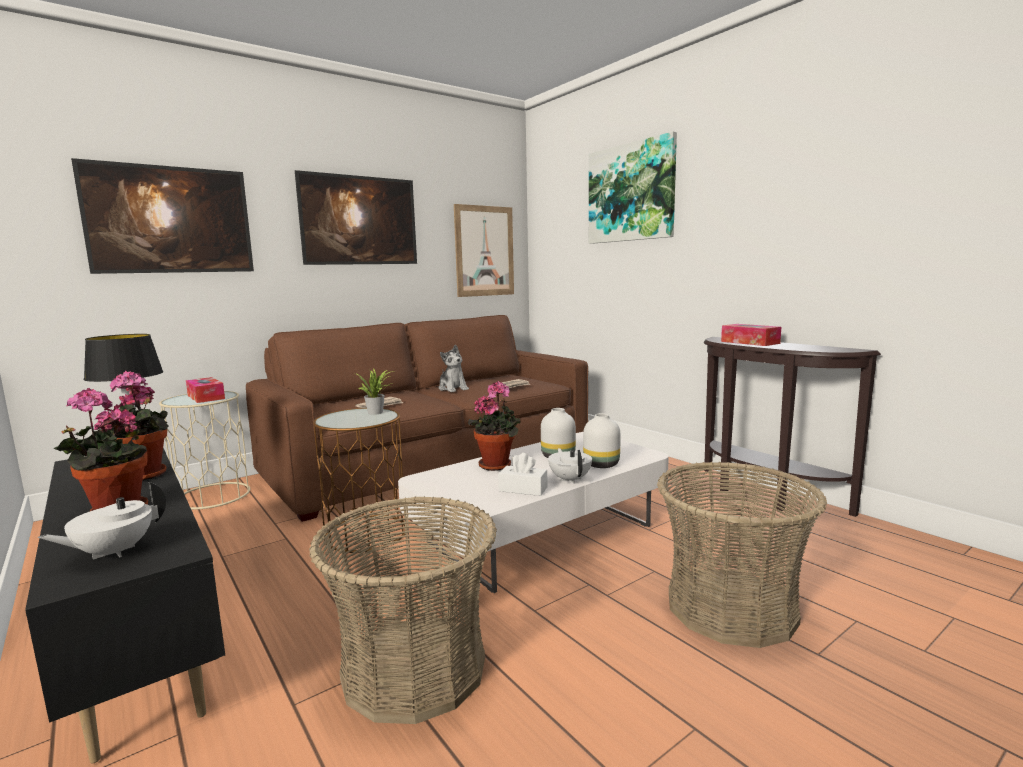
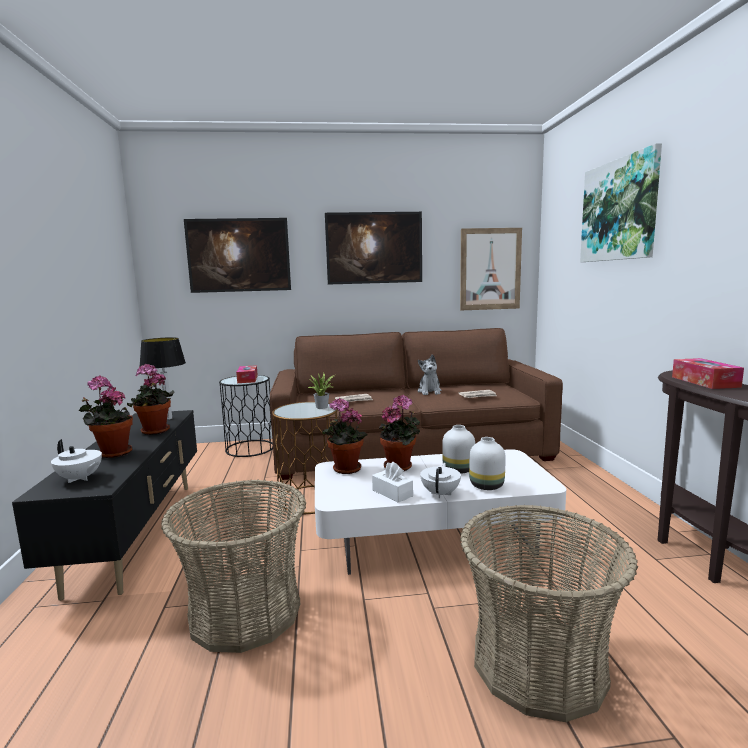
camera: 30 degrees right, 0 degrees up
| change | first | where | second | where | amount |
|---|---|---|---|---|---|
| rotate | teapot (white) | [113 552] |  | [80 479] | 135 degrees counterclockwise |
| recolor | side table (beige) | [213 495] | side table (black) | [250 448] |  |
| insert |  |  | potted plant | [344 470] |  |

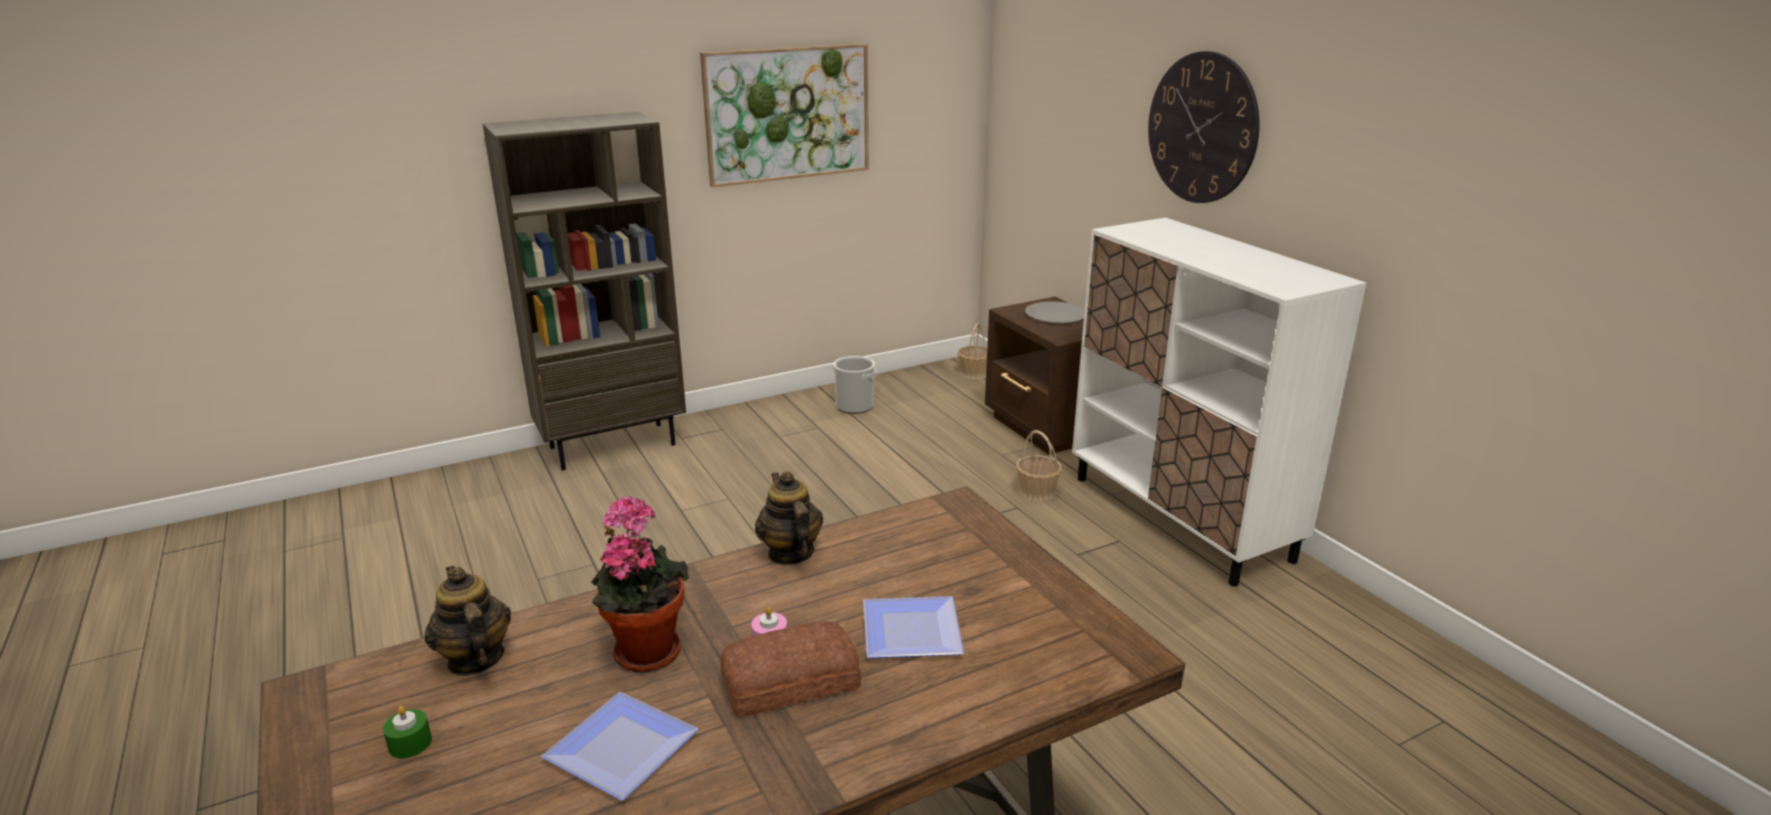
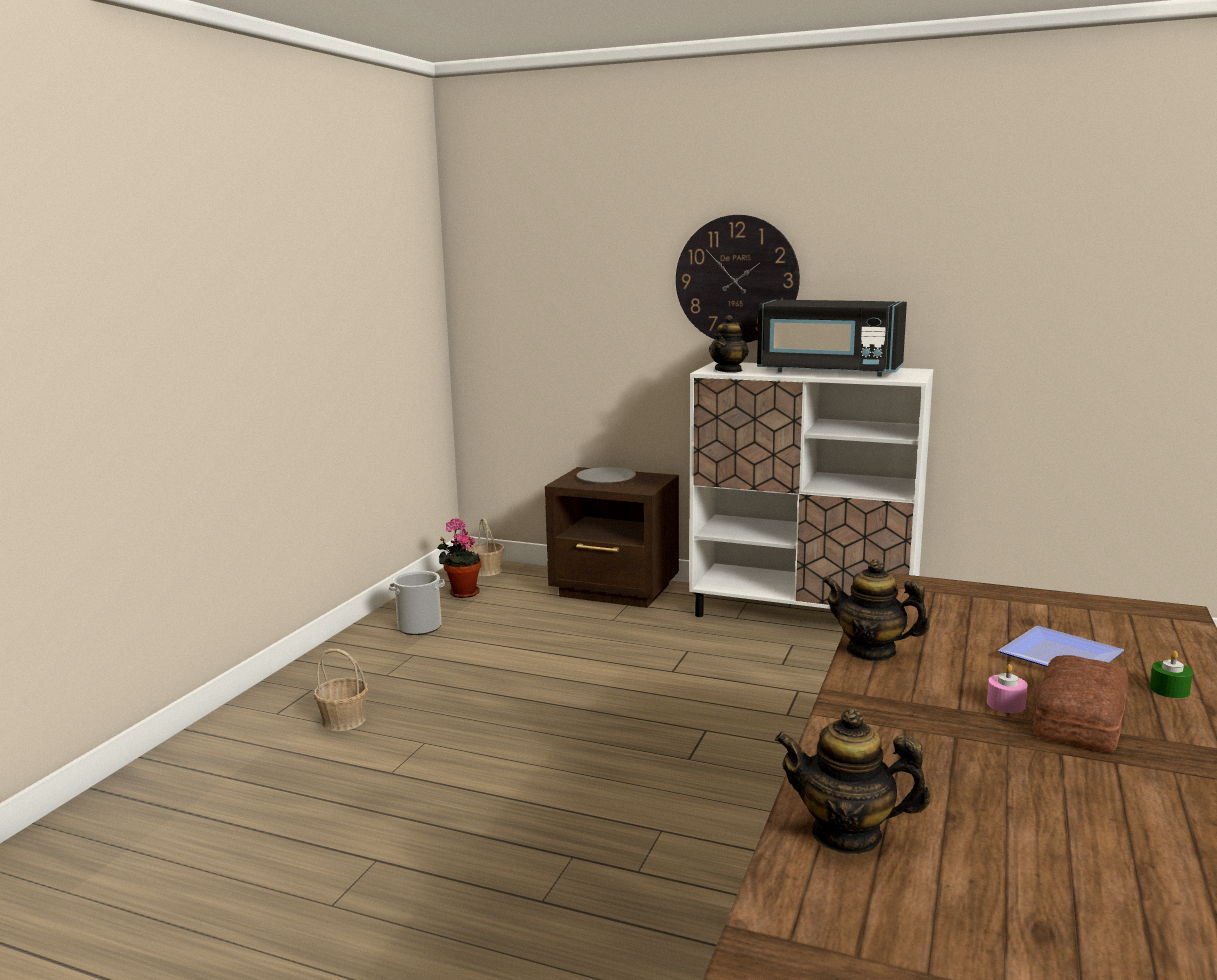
camera: 40 degrees left, 10 degrees down
| change | first | where | second | where | amount |
|---|---|---|---|---|---|
| move | candle (green) | [410 743] |  | [1169 690] |  |
| delete | bookcase (brown) | [613 445] |  |  |  |
| delete | plate | [627 748] |  |  |  |
| move | potted plant | [645 649] |  | [462 593] |  |
| delete | picture | [787 114] |  |  |  |
| move | basket | [1037 492] |  | [344 720] |  |
| insert |  |  | teapot | [729 370] |  |
| insert |  |  | microwave (black) | [828 371] |  |

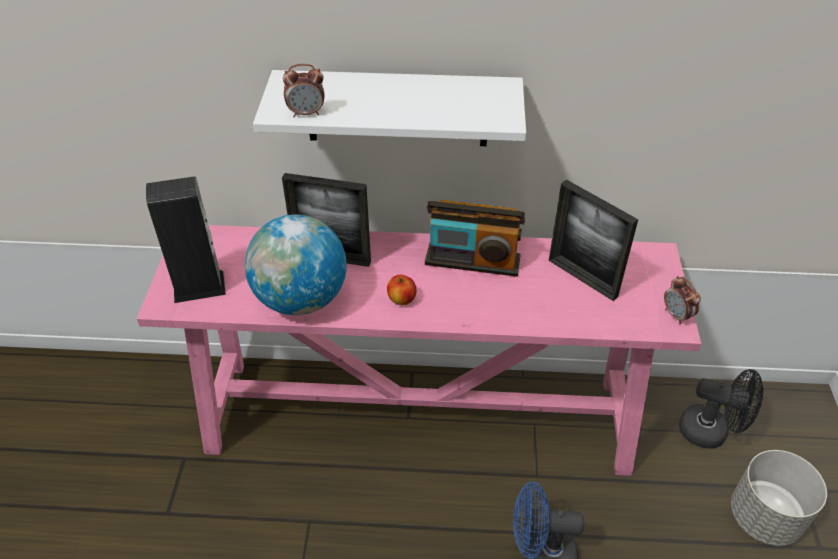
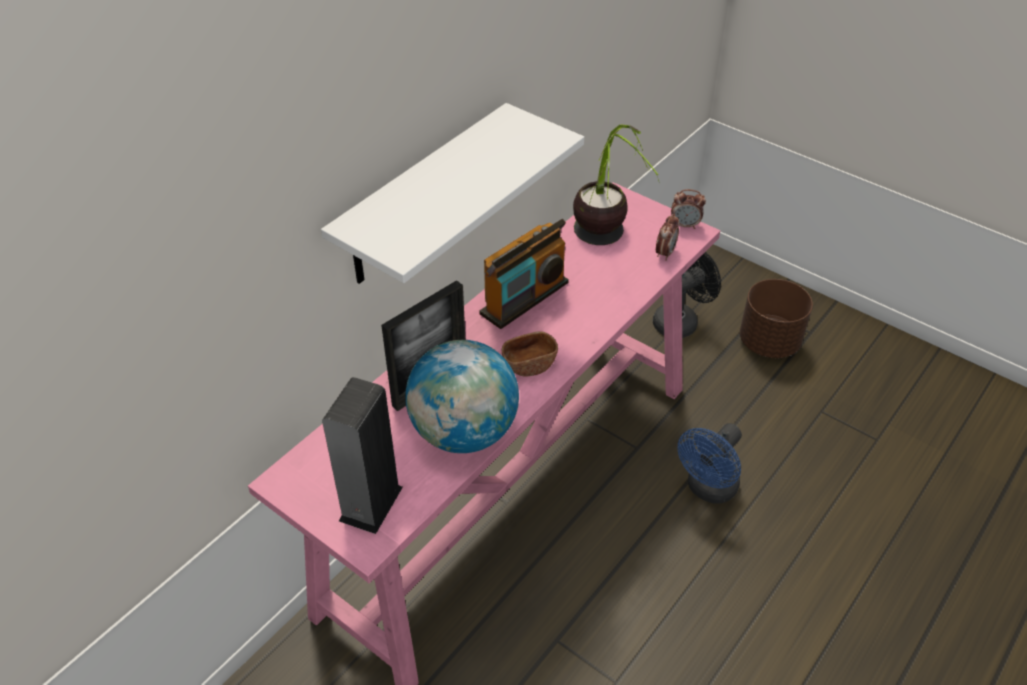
camera: 55 degrees left, 0 degrees up
| change | first | where | second | where | amount |
|---|---|---|---|---|---|
| move | alarm clock | [306 113] |  | [665 253] |  |
| replace | apple | [402 299] | bowl (brown) | [529 365] |  |
| replace | picture frame | [582 278] | potted plant | [604 249] |  |
| recolor | planter (grey) | [765 517] | planter (brown) | [769 342] |  |

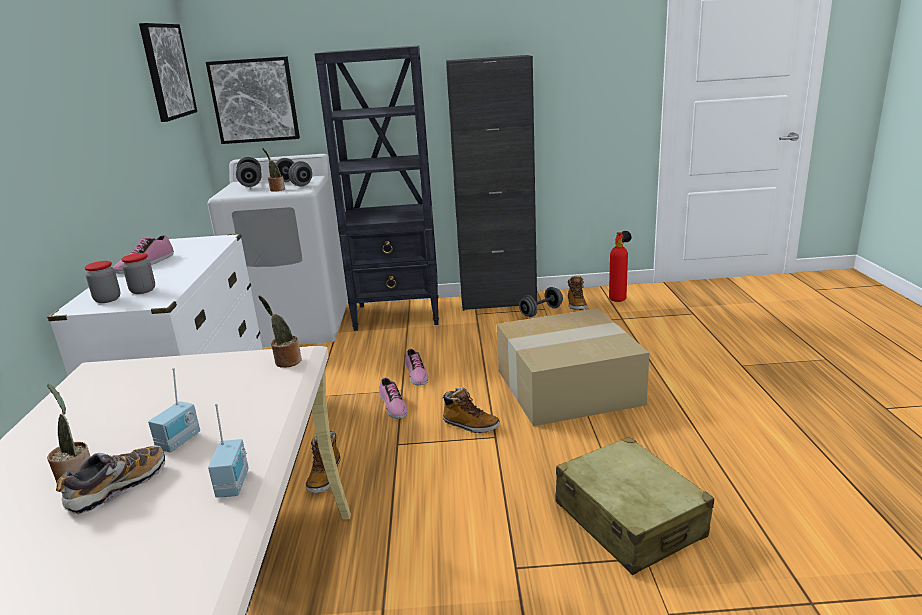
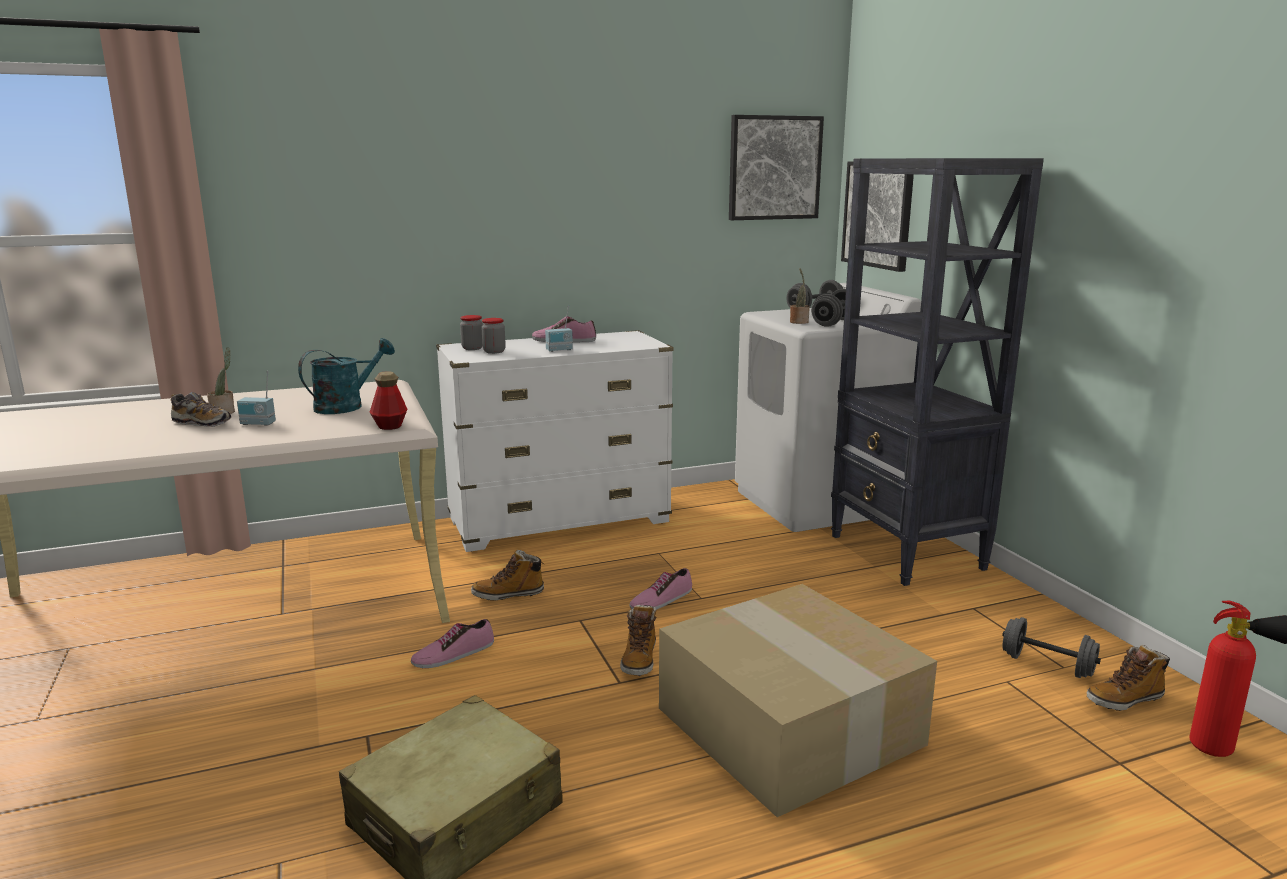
camera: 70 degrees right, 5 degrees down
| change | first | where | second | where | amount |
|---|---|---|---|---|---|
| move | radio | [235 484] |  | [559 350] |  |
| replace | potted plant | [286 361] | bottle | [389 426] |  |
| move | shoe | [415 374] |  | [453 654] |  |
| delete | cabinet (black) | [498 302] |  |  |  |
| insert |  |  | watering can (turquoise) | [346 406] |  |

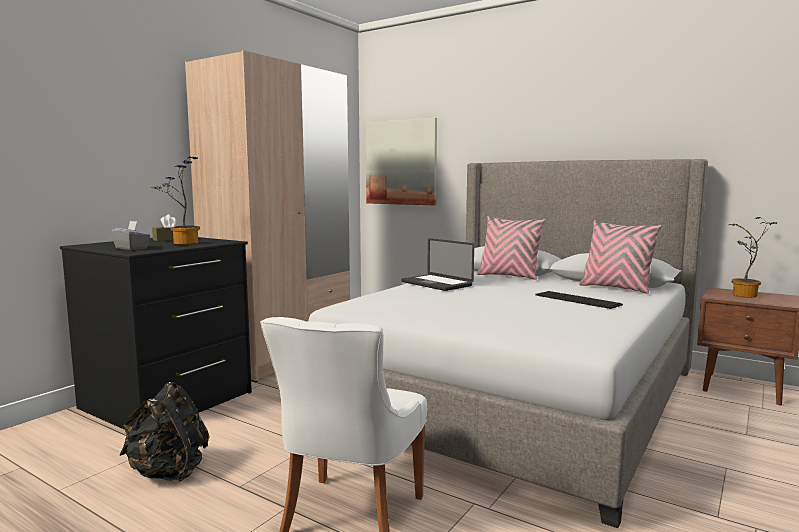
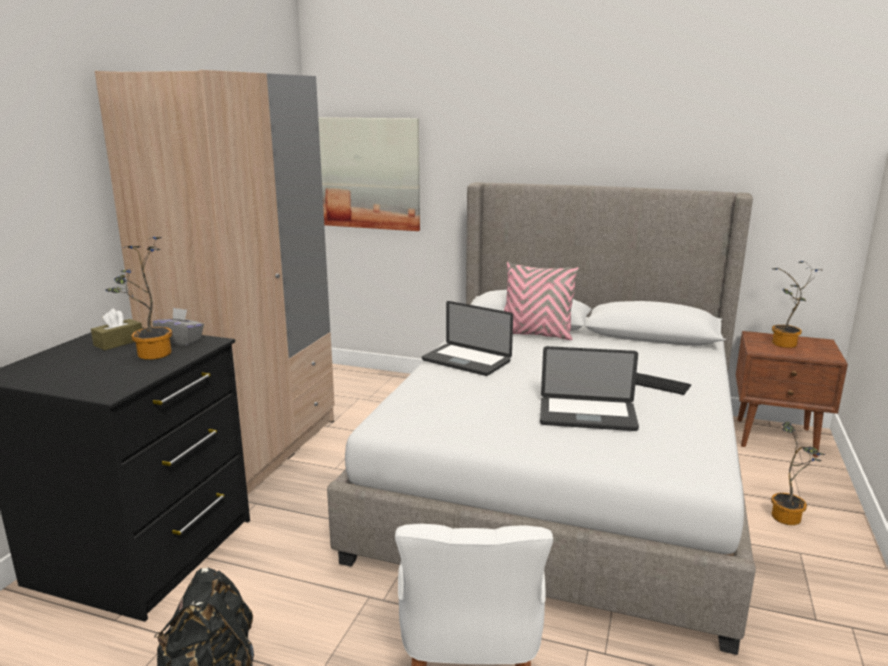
camera: 15 degrees left, 10 degrees up
| change | first | where | second | where | amount |
|---|---|---|---|---|---|
| move | tissue box (grey) | [132 248] |  | [181 341] |  |
| delete | pillow (pink) | [616 288] |  |  |  |
| insert |  |  | laptop | [587 415] |  |
| insert |  |  | potted plant | [789 517] |  |

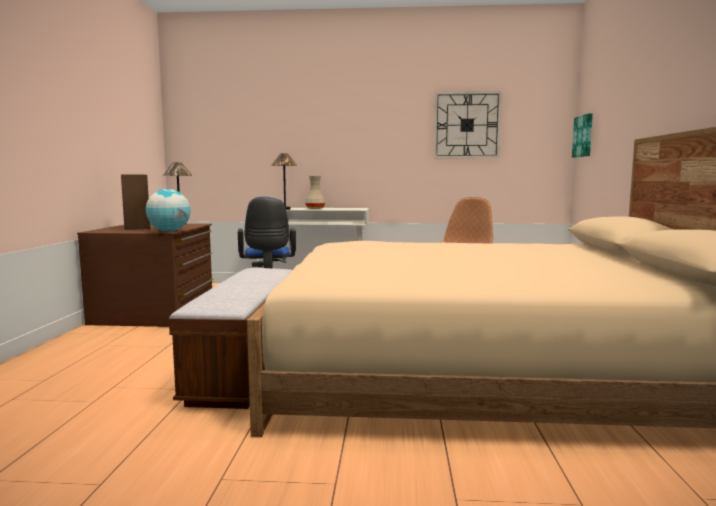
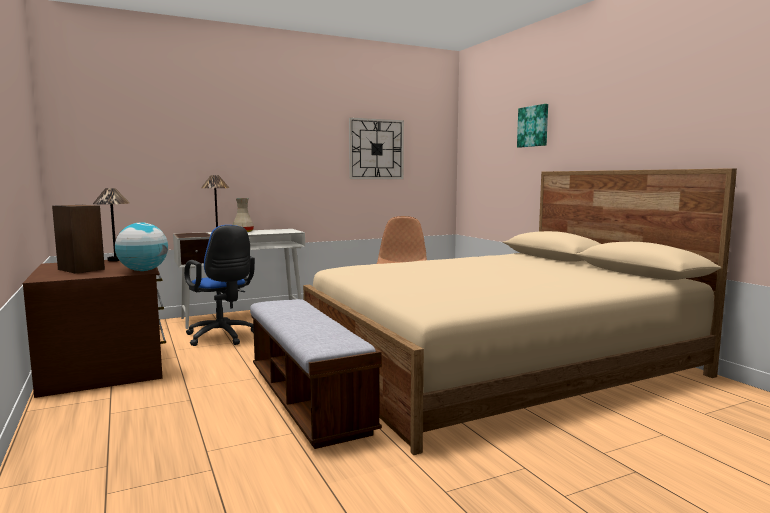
camera: 30 degrees left, 0 degrees up
| change | first | where | second | where | amount |
|---|---|---|---|---|---|
| move | picture | [584 136] |  | [533 126] |  |

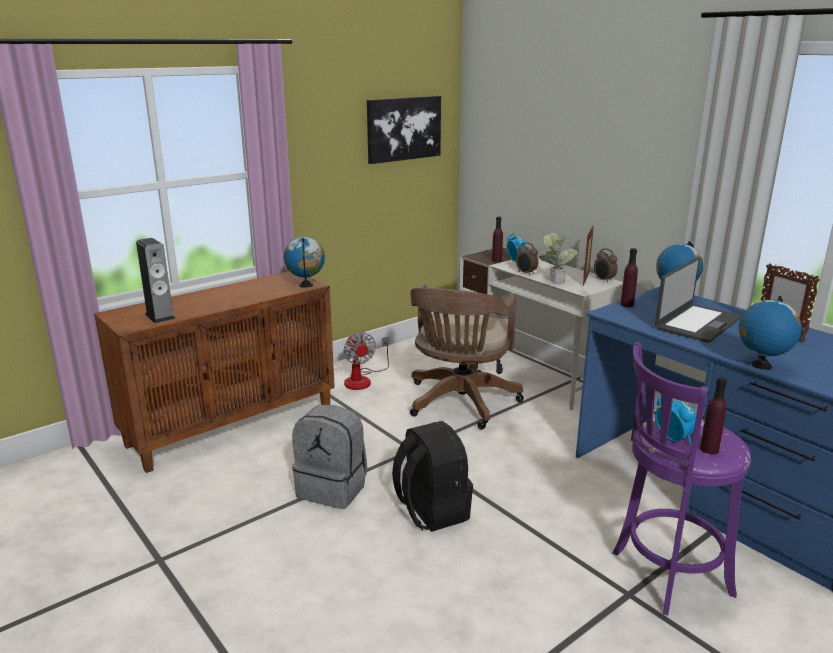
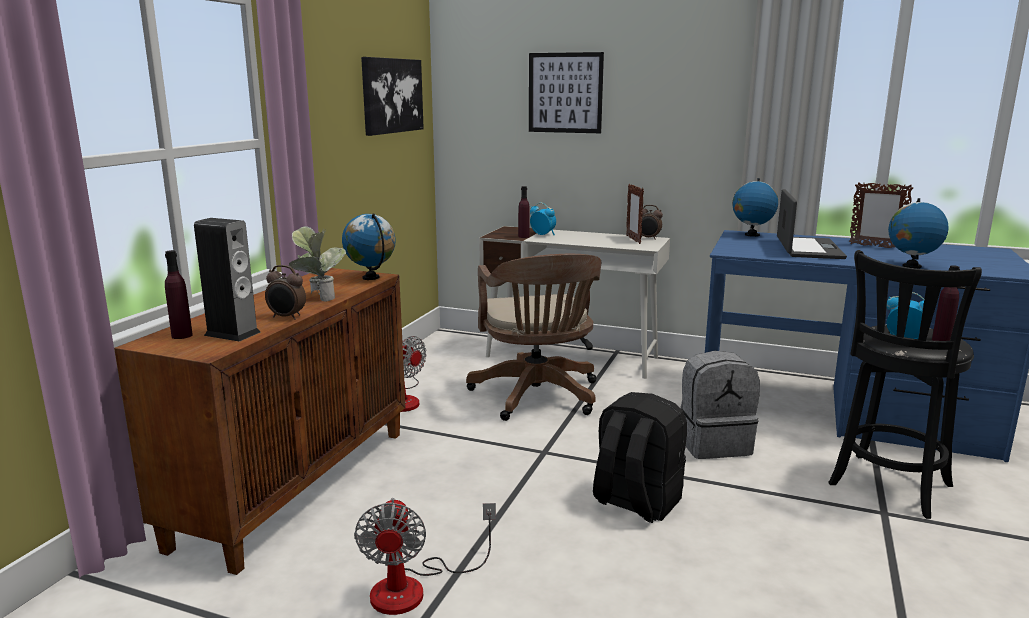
camera: 30 degrees left, 5 degrees down
| change | first | where | second | where | amount |
|---|---|---|---|---|---|
| move | backpack (grey) | [333 488] |  | [713 444] |  |
| move | alarm clock | [525 273] |  | [287 317] |  |
| move | potted plant | [554 281] |  | [318 298] |  |
| recolor | stool (purple) | [665 575] | stool (black) | [888 487] |  |
| move | bottle (purple) | [627 304] |  | [182 335] |  |
| insert |  |  | fan | [414 587] |  |
| insert |  |  | picture | [565 93] |  |

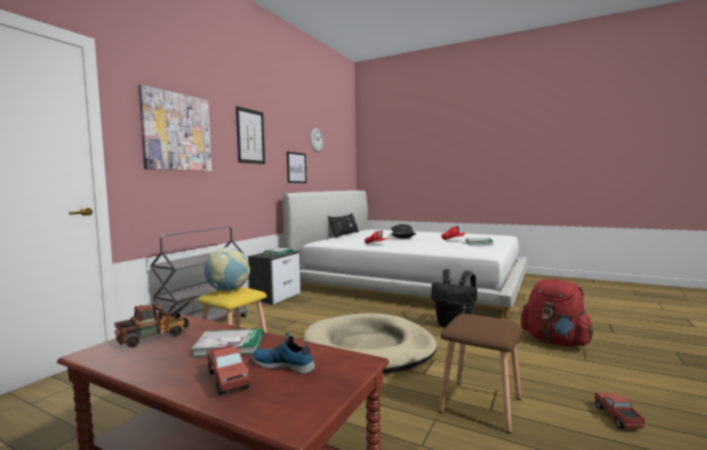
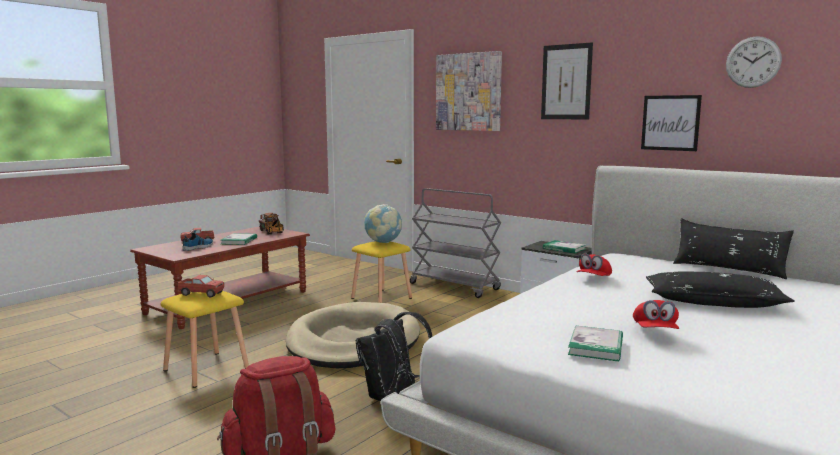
camera: 100 degrees right, 5 degrees up
| change | first | where | second | where | amount |
|---|---|---|---|---|---|
| recolor | stool (brown) | [479 405] | stool (yellow) | [207 368] |  |
| move | toy truck | [617 418] |  | [201 294] |  |

